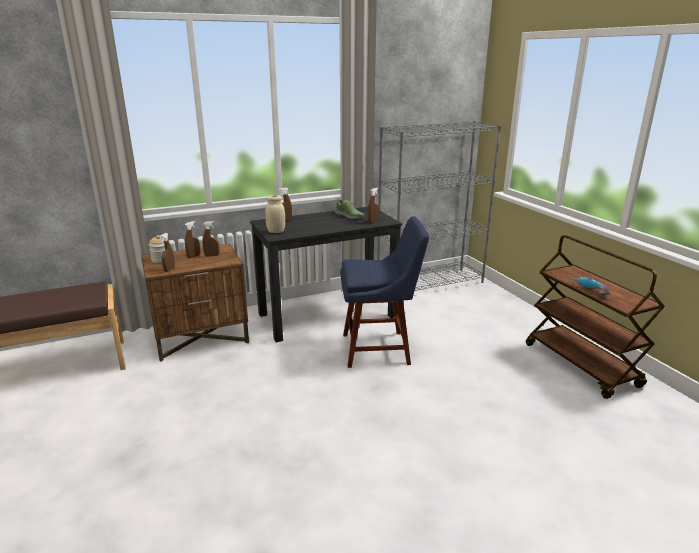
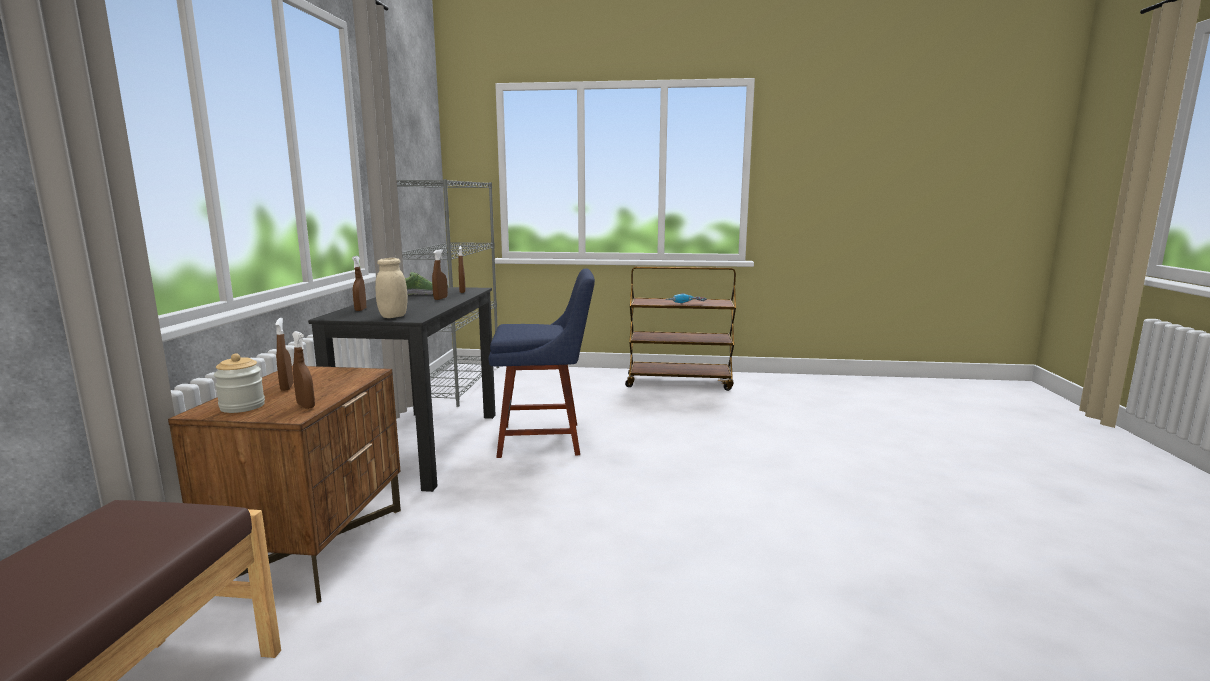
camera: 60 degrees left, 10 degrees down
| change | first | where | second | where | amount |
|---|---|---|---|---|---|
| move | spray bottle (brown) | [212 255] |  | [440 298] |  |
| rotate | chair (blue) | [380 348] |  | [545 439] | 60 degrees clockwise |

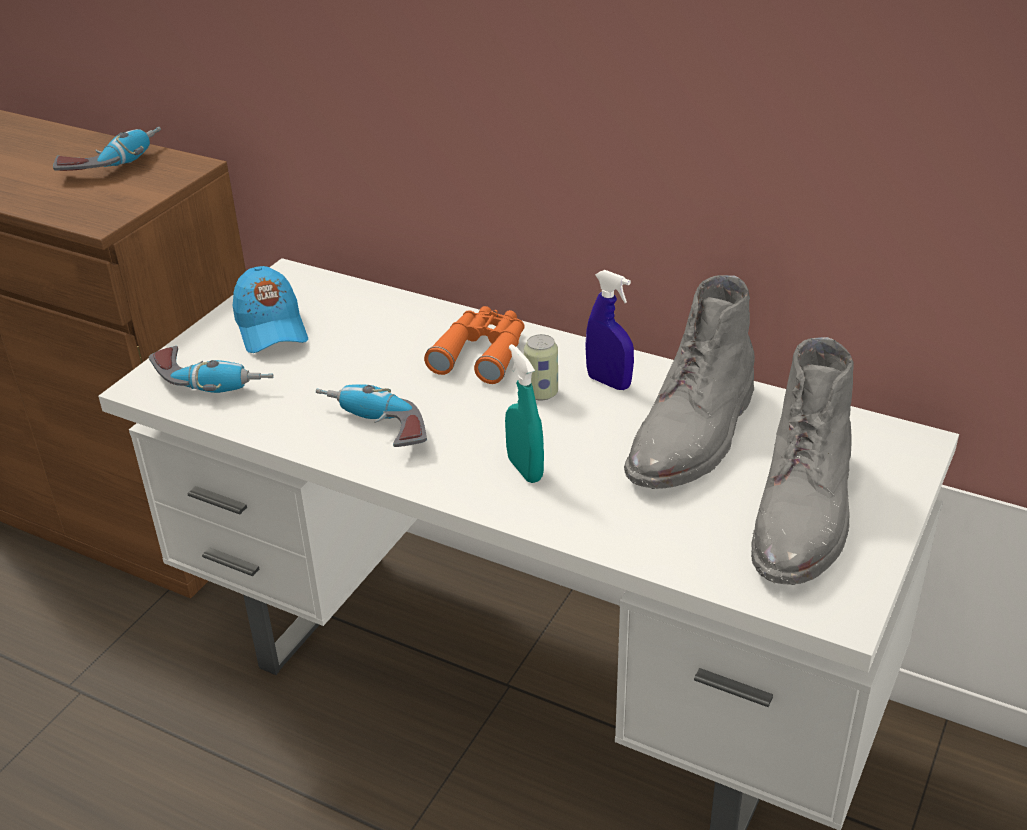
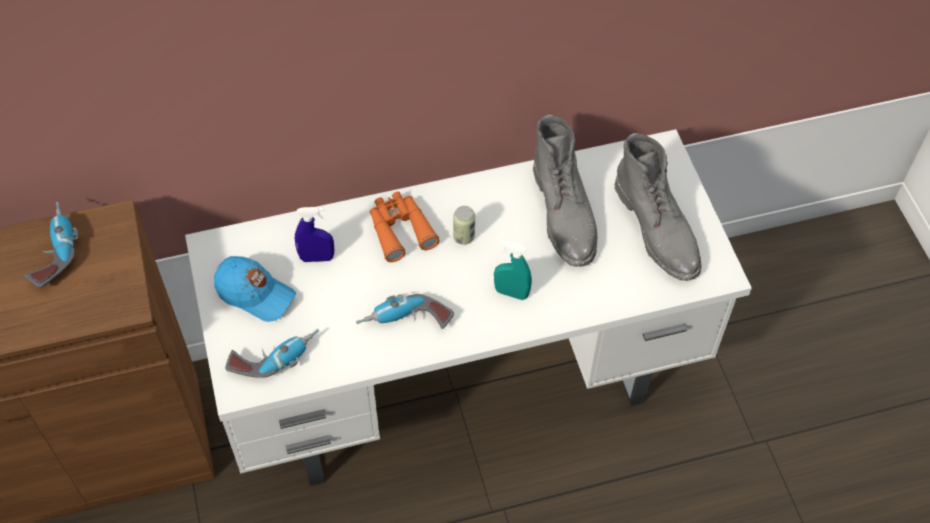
camera: 45 degrees left, 20 degrees up
| change | first | where | second | where | amount |
|---|---|---|---|---|---|
| move | spray bottle (blue) | [608 382] |  | [317 258] |  |

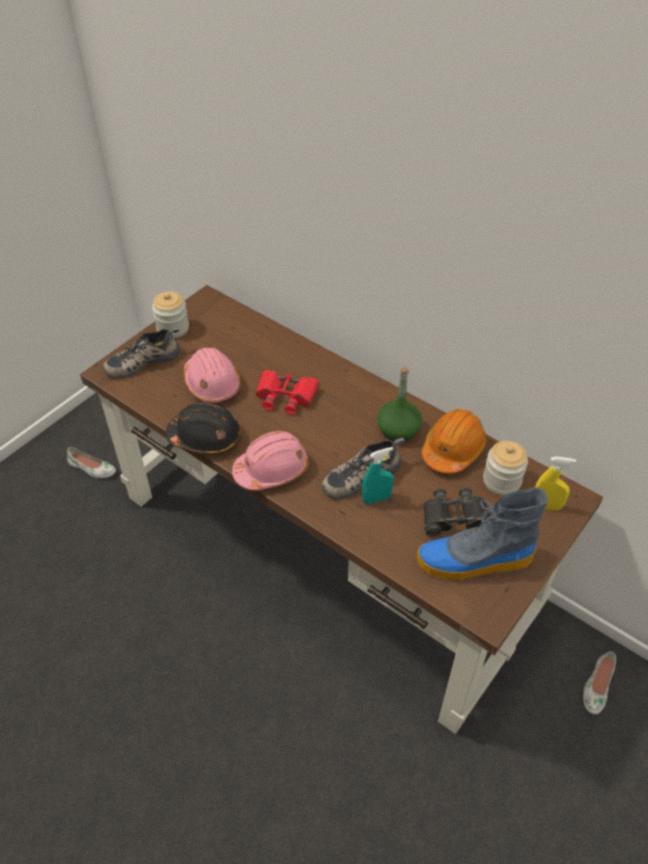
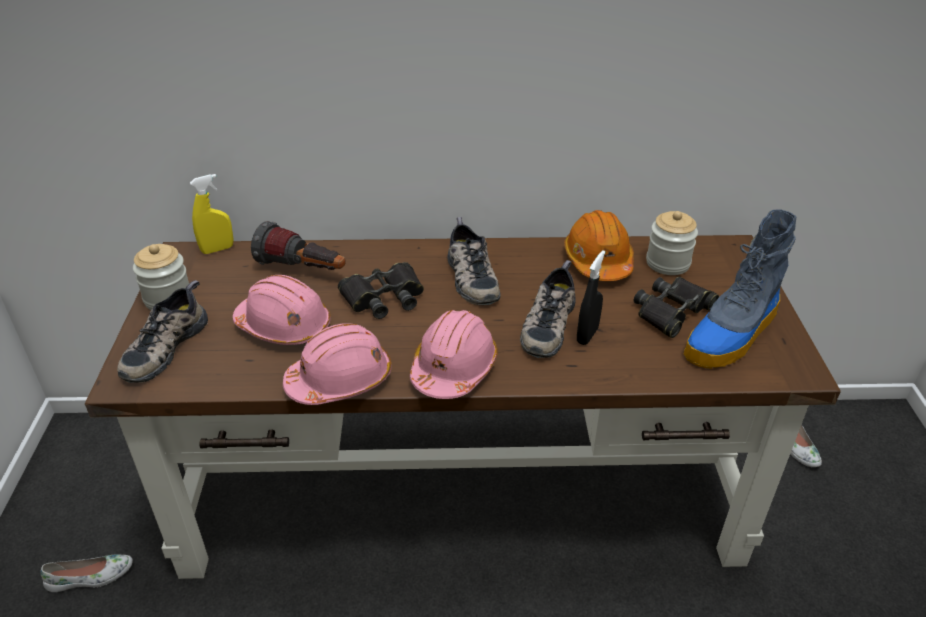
camera: 40 degrees left, 10 degrees down
| change | first | where | second | where | amount |
|---|---|---|---|---|---|
| recolor | hard hat (black) | [205 437] | hard hat (pink) | [340 380] |  |
| recolor | binoculars (red) | [285 396] | binoculars (black) | [384 297] |  |
| recolor | spray bottle (turquoise) | [376 498] | spray bottle (black) | [587 335] |  |
| delete | bottle (green) | [398 430] |  |  |  |
| move | spray bottle (yellow) | [546 506] |  | [217 249] |  |
| insert |  |  | flashlight | [303 270] |  |
| insert |  |  | shoe | [469 277] |  |

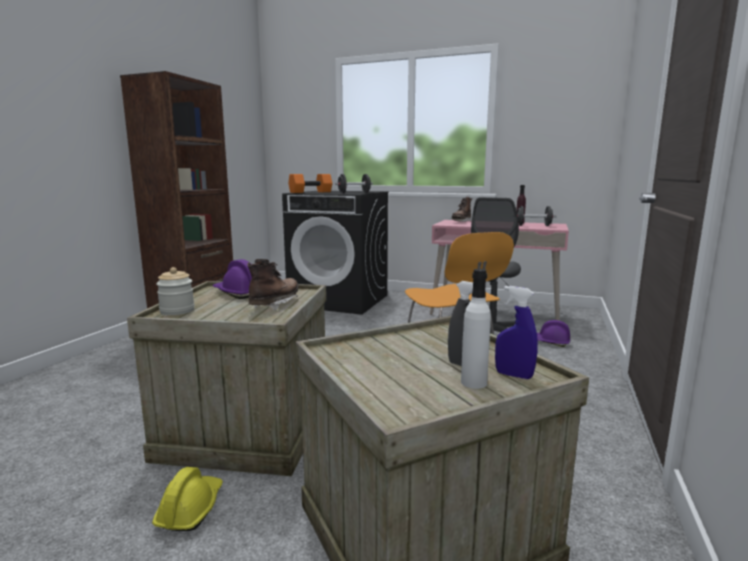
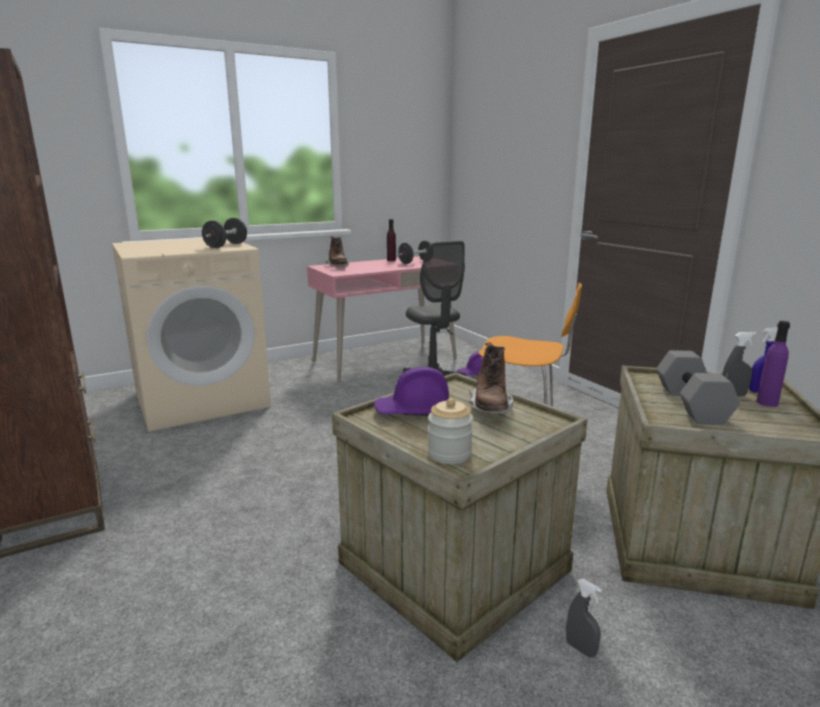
camera: 50 degrees left, 5 degrees up
| change | first | where | second | where | amount |
|---|---|---|---|---|---|
| replace | hard hat (yellow) | [190 509] | spray bottle (grey) | [580 649] |  |
| rotate | boot (brown) | [275 304] |  | [490 407] | 150 degrees counterclockwise |
| recolor | washing machine (black) | [340 300] | washing machine (beige) | [202 399] |  |
| delete | dumbbell (orange) | [310 192] |  |  |  |
| recolor | bottle (white) | [473 382] | bottle (purple) | [767 403] |  |
| insert |  |  | dumbbell (grey) | [689 404] |  |

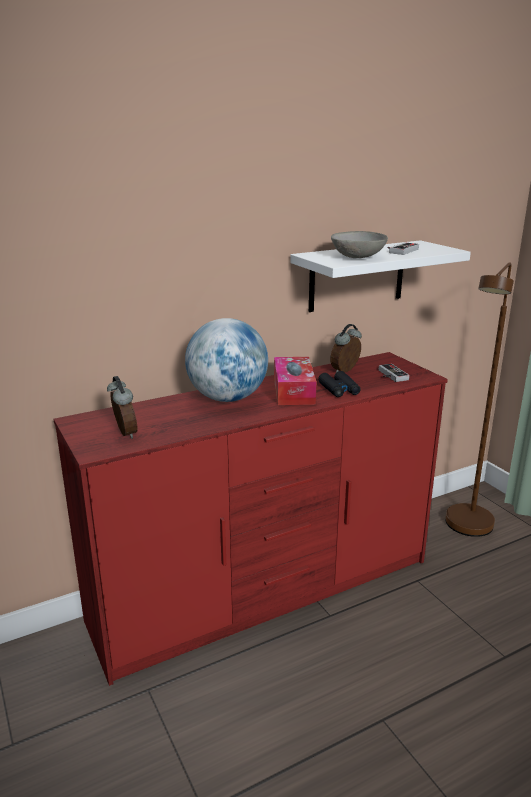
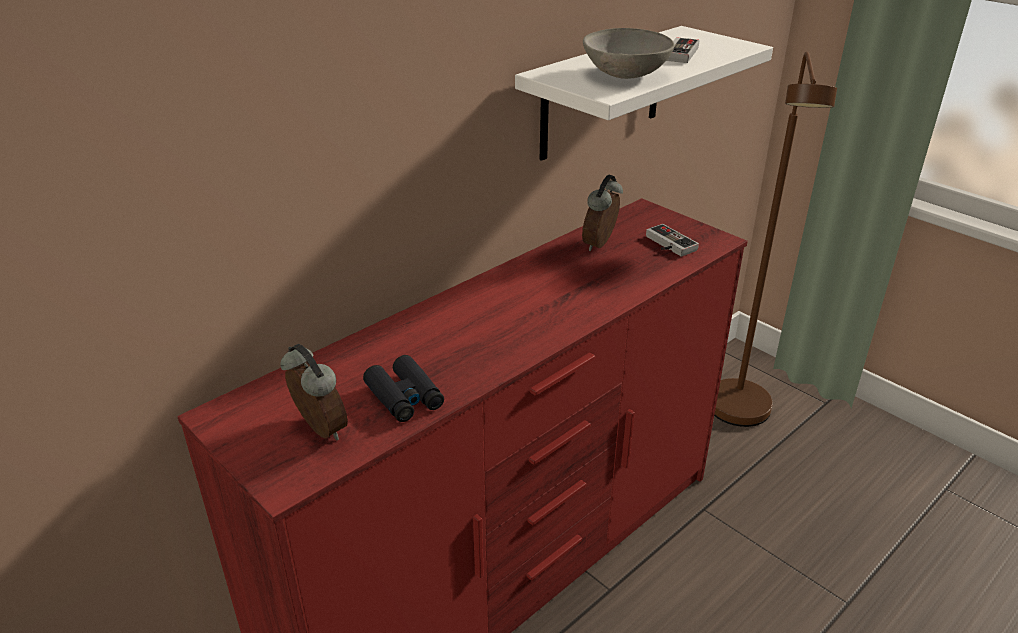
camera: 15 degrees left, 10 degrees up
| change | first | where | second | where | amount |
|---|---|---|---|---|---|
| delete | globe | [227 398] |  |  |  |
| delete | tissue box | [293 390] |  |  |  |
| move | binoculars (black) | [339 390] |  | [404 397] |  |

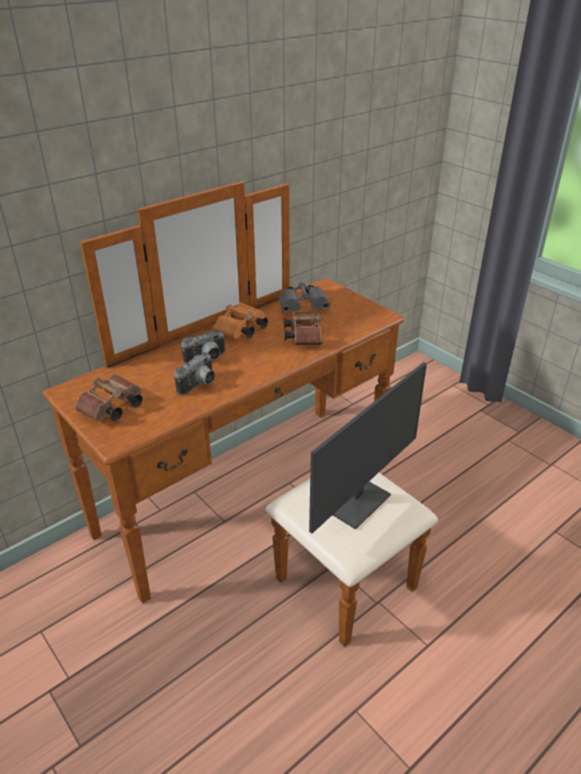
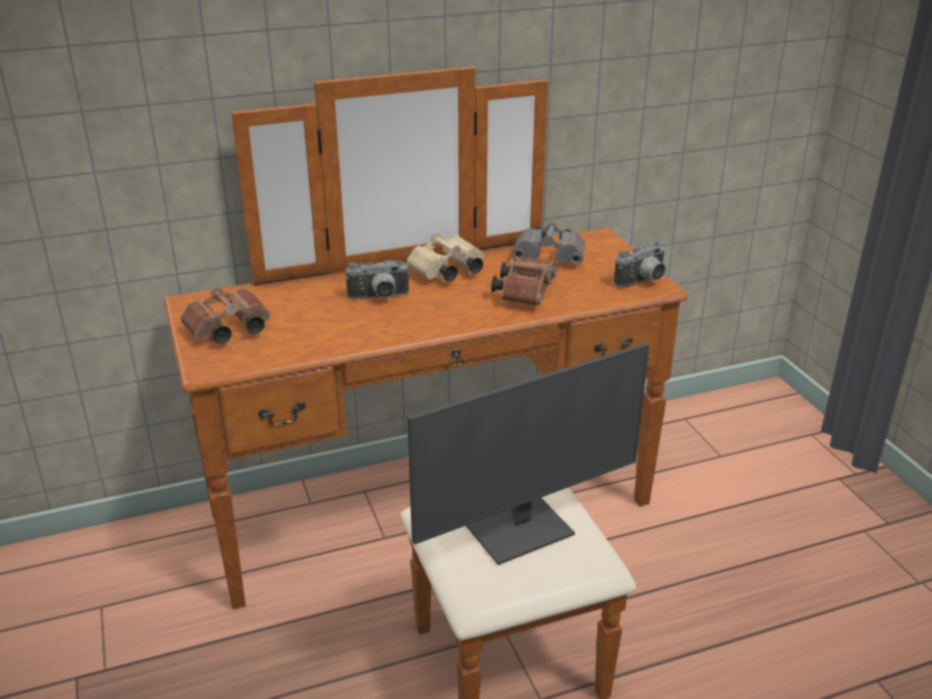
camera: 20 degrees right, 5 degrees down
| change | first | where | second | where | amount |
|---|---|---|---|---|---|
| move | photo camera | [199 385] |  | [643 282] |  |
| recolor | binoculars (orange) | [241 331] | binoculars (beige) | [446 273] |  |

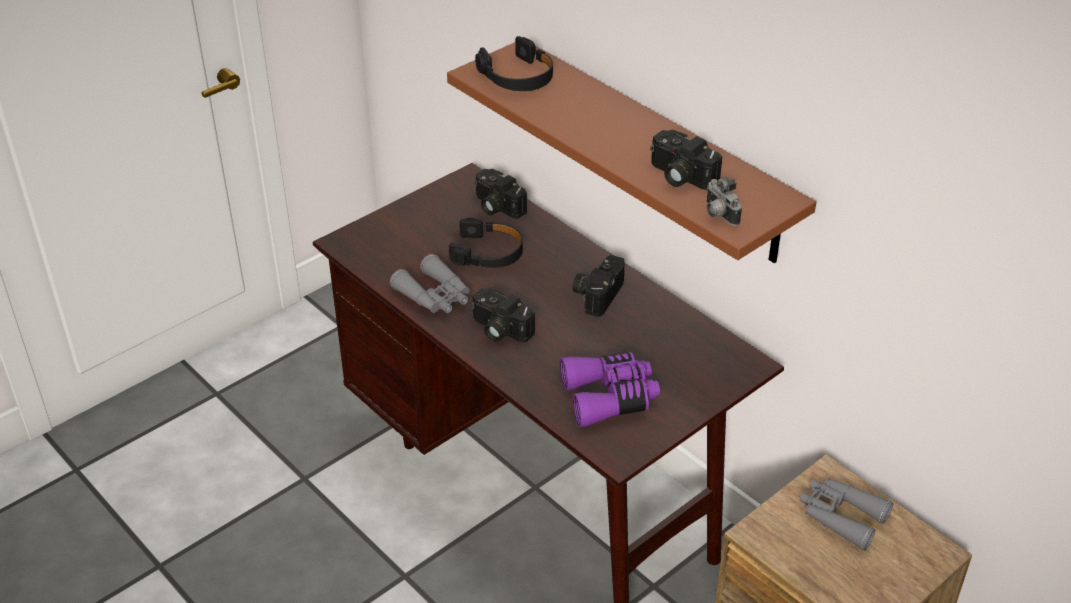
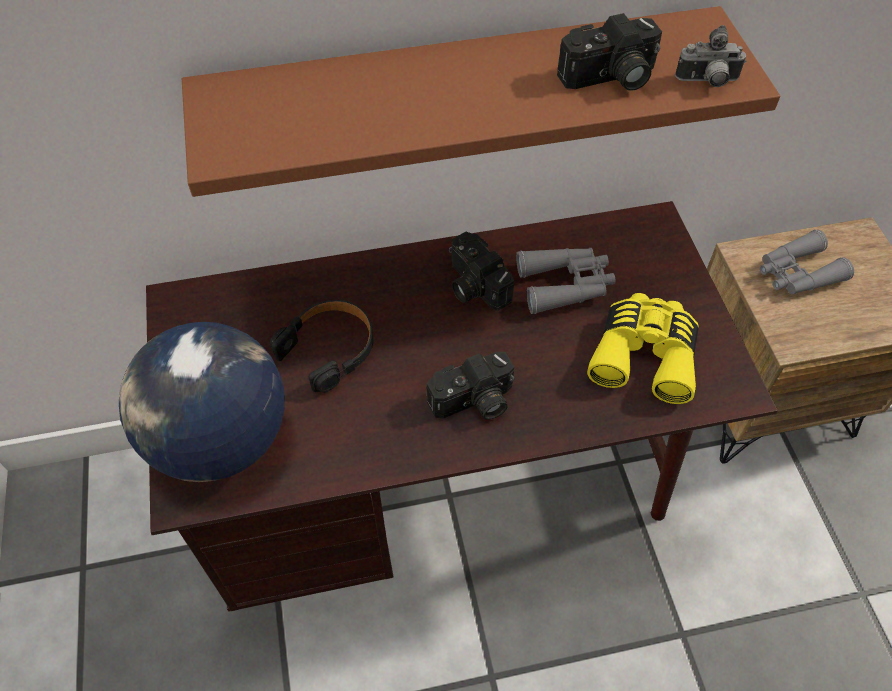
camera: 60 degrees left, 15 degrees up
| change | first | where | second | where | amount |
|---|---|---|---|---|---|
| move | binoculars (grey) | [435 296] |  | [565 285] |  |
| delete | photo camera | [496 206] |  |  |  |
| delete | headphones (black) | [518 76] |  |  |  |
| recolor | binoculars (purple) | [610 397] | binoculars (yellow) | [644 354] |  |
| insert |  |  | globe | [219 439] |  |

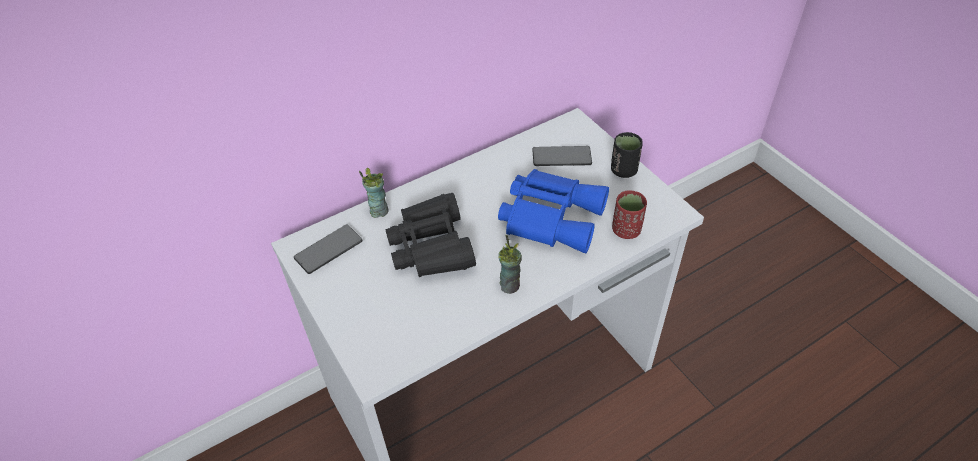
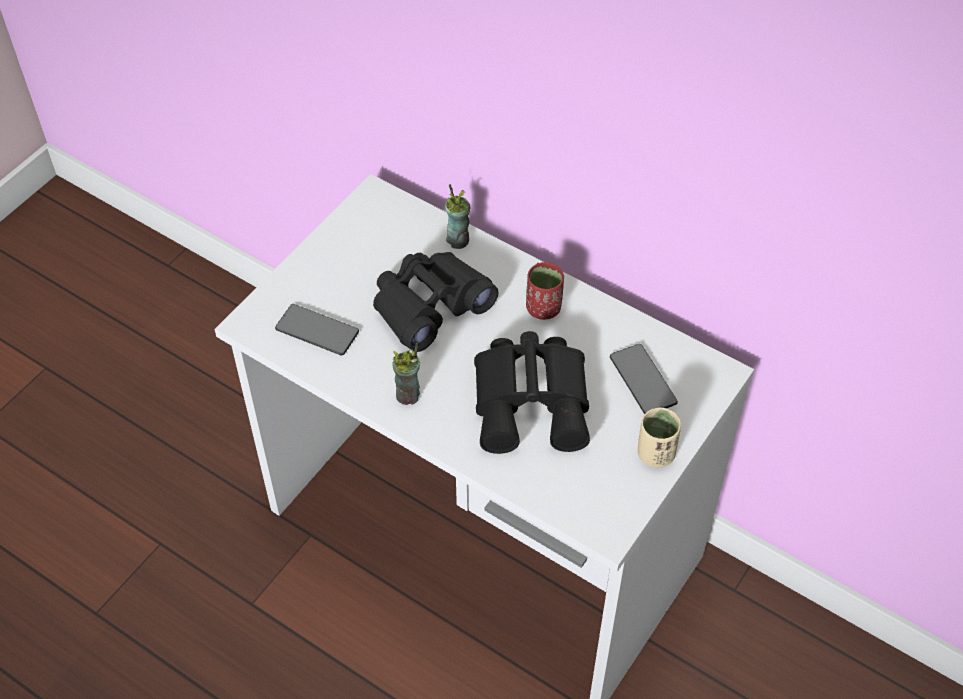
camera: 65 degrees right, 5 degrees up
| change | first | where | second | where | amount |
|---|---|---|---|---|---|
| move | phone | [328 250] |  | [317 331] |  |
| recolor | binoculars (blue) | [551 215] | binoculars (black) | [534 400] |  |
| recolor | cup (black) | [623 170] | cup (beige) | [655 454] |  |
| move | cup (red) | [626 230] |  | [543 308] |  |

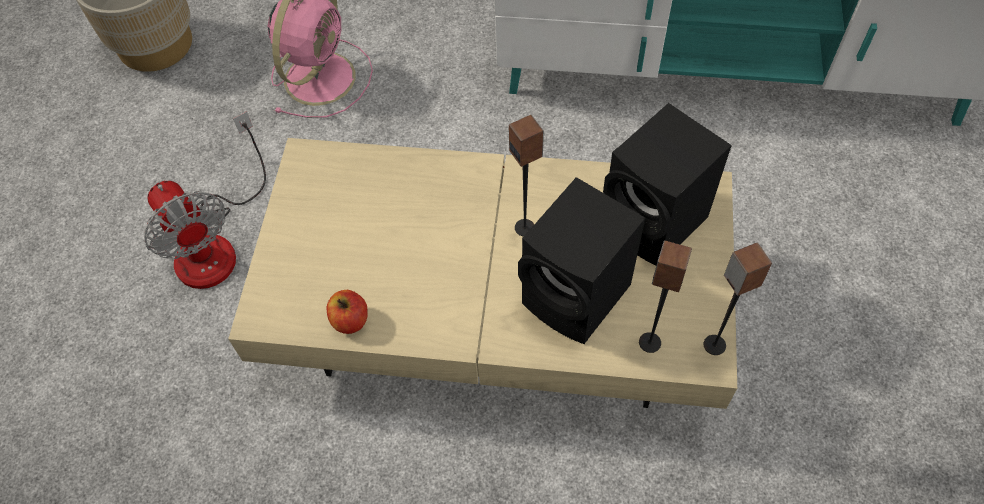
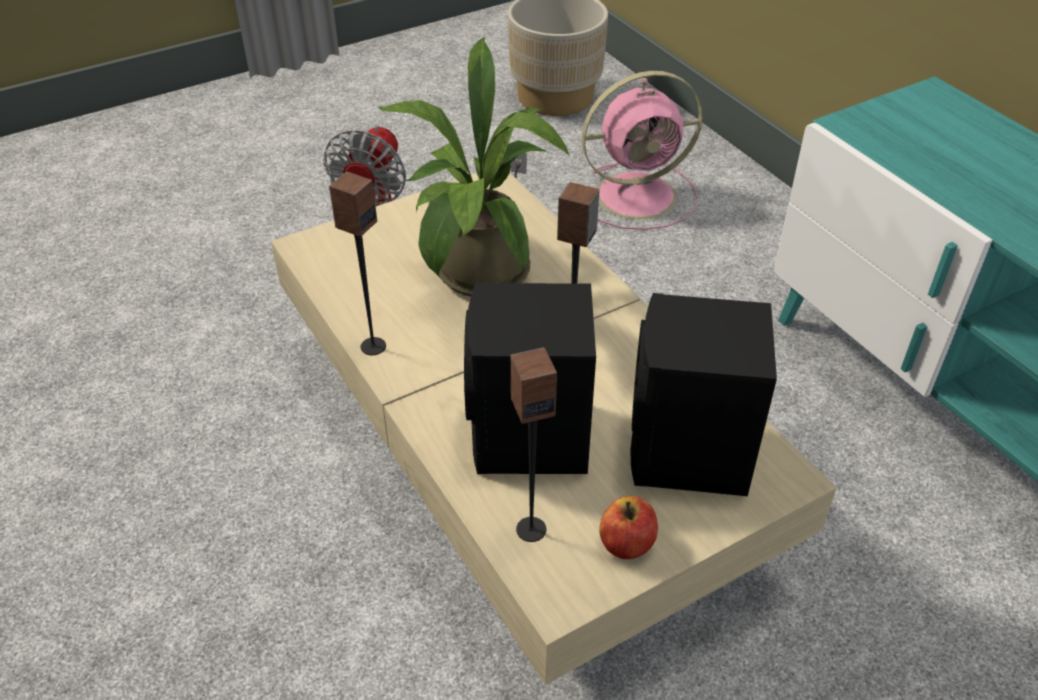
camera: 50 degrees right, 15 degrees down
| change | first | where | second | where | amount |
|---|---|---|---|---|---|
| move | apple | [350 320] |  | [627 543] |  |
| move | speaker | [714 345] |  | [372 346] |  |
| insert |  |  | potted plant | [478 280] |  |

